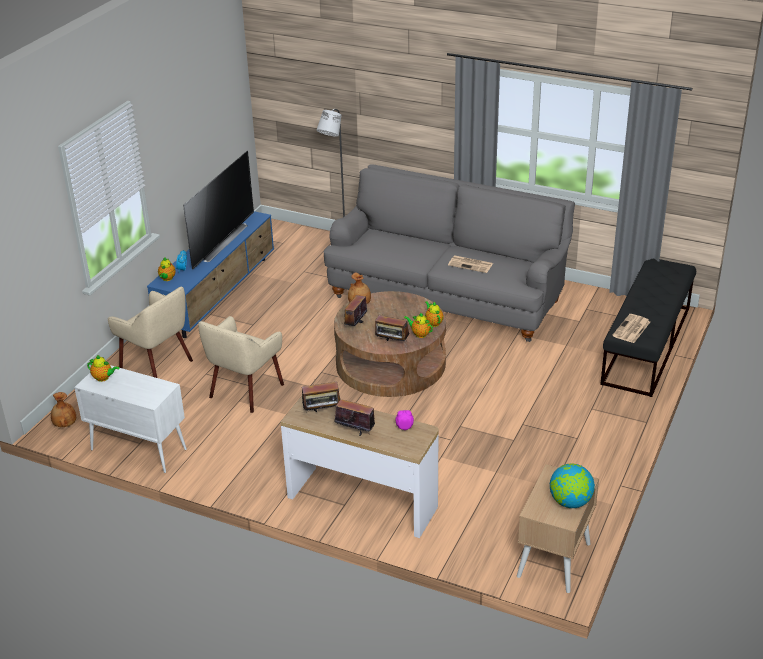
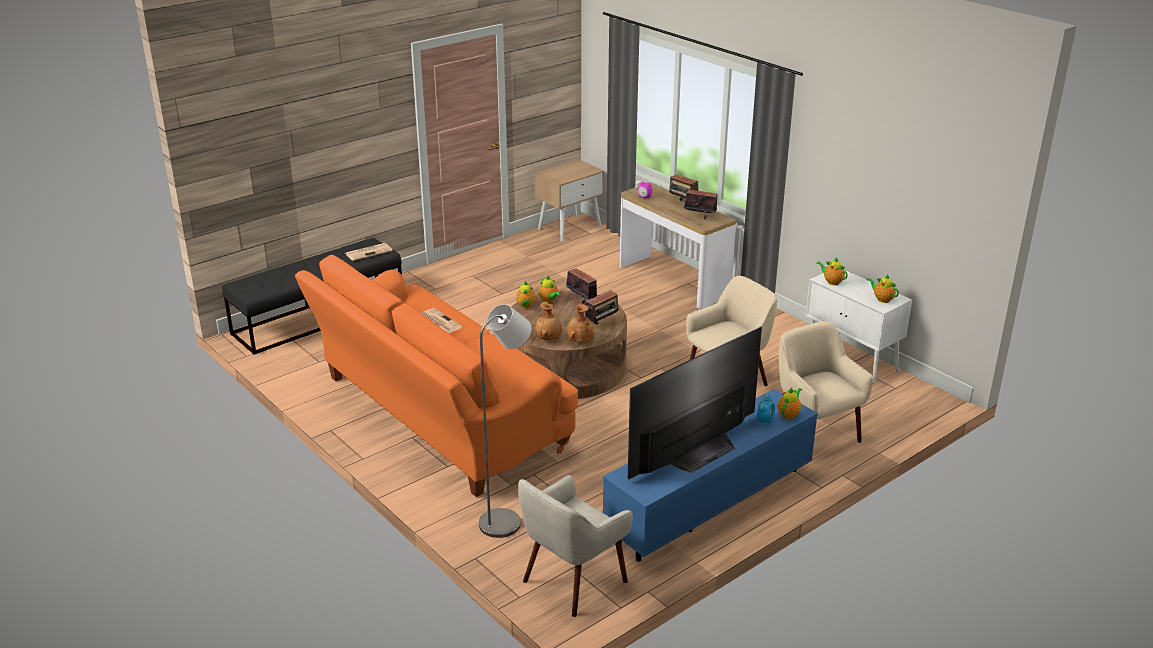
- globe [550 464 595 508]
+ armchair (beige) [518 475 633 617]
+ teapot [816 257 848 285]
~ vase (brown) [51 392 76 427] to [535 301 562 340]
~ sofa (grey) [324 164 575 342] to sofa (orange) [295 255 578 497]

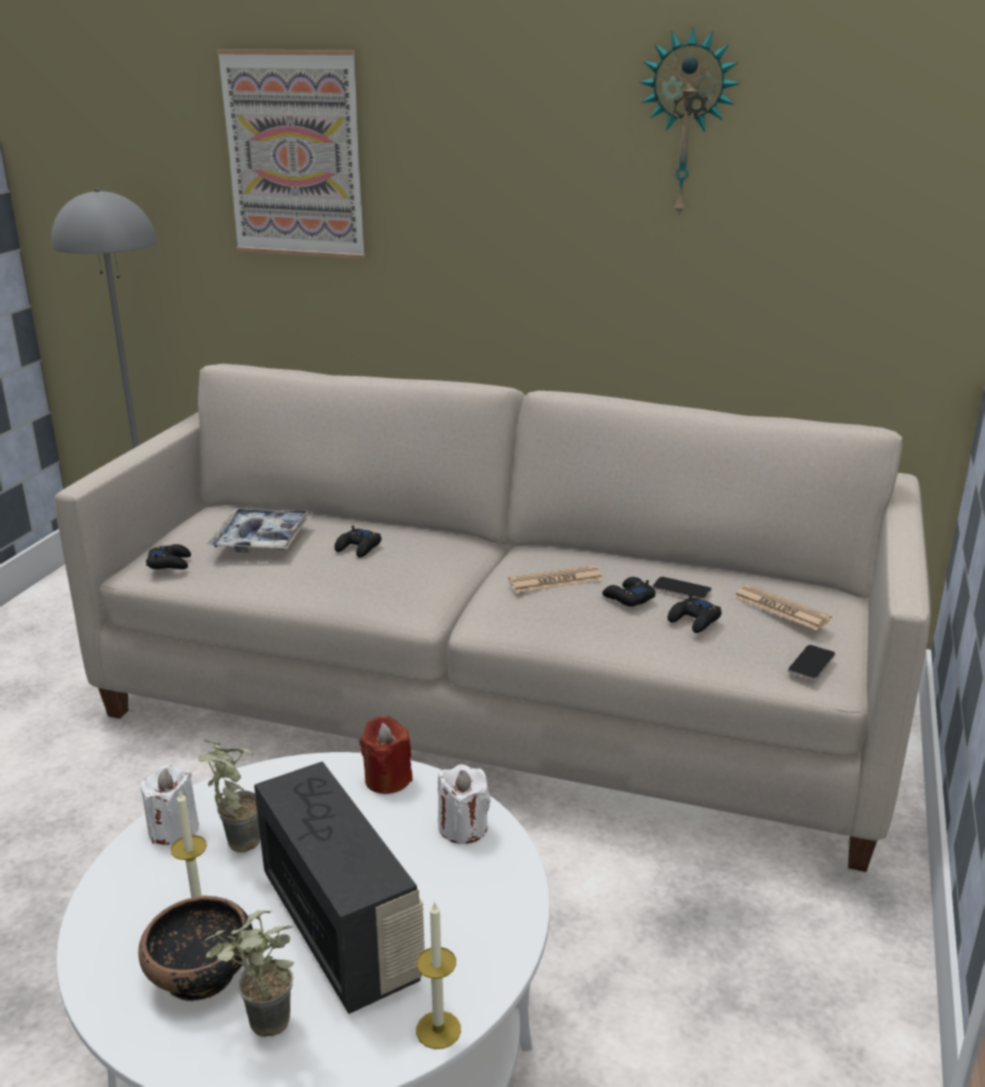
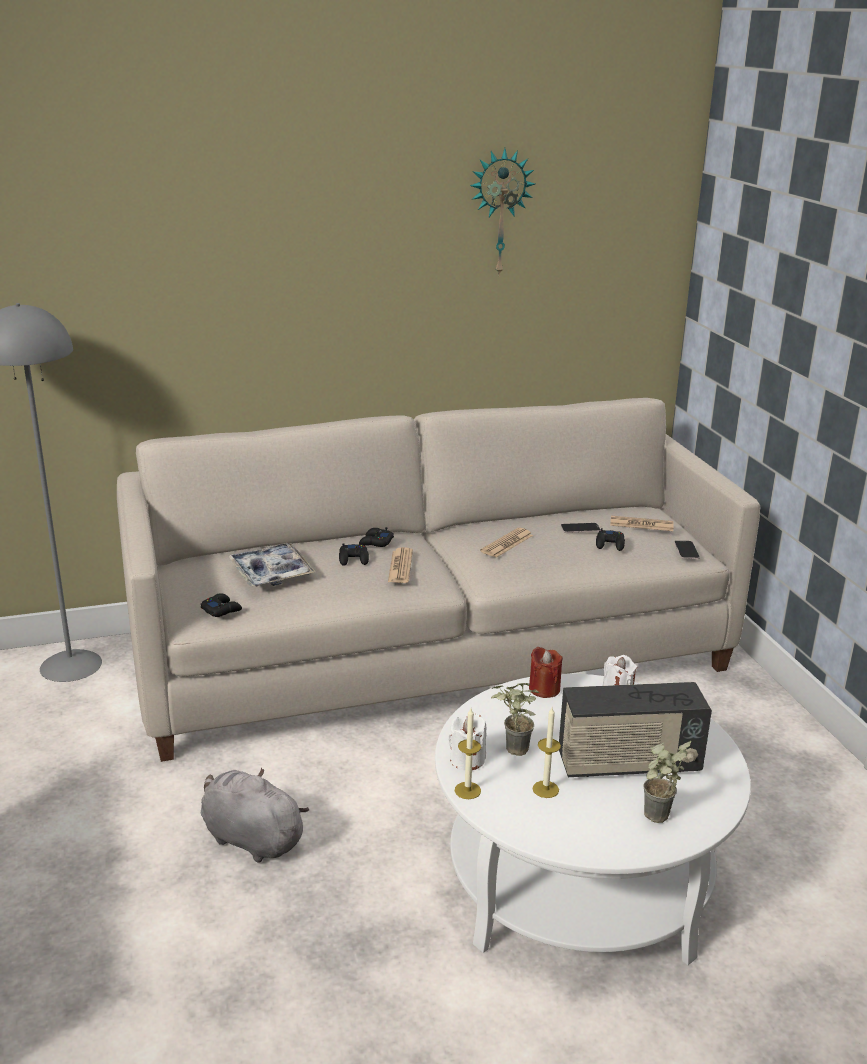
- bowl [138 896 253 1001]
- picture [217 49 365 259]
+ plush toy (grey) [201 768 309 863]
+ newspaper [388 547 413 583]
~ candle [416 901 461 1049] to [455 708 481 799]
~ game controller (black) [602 577 656 607] to [359 527 394 547]
~ radio [254 762 425 1014] = [559 682 712 777] 150 degrees clockwise

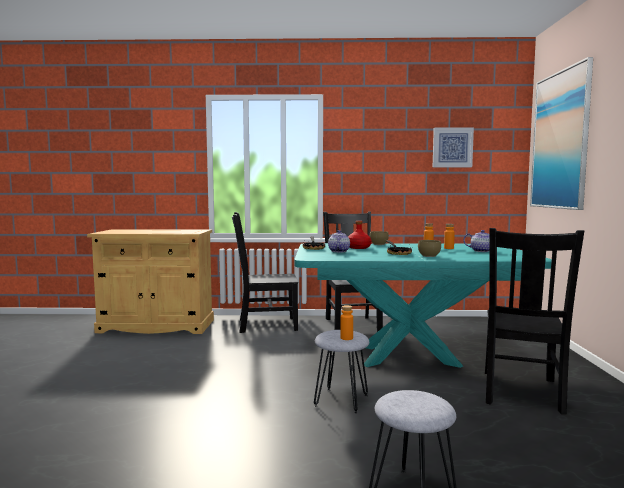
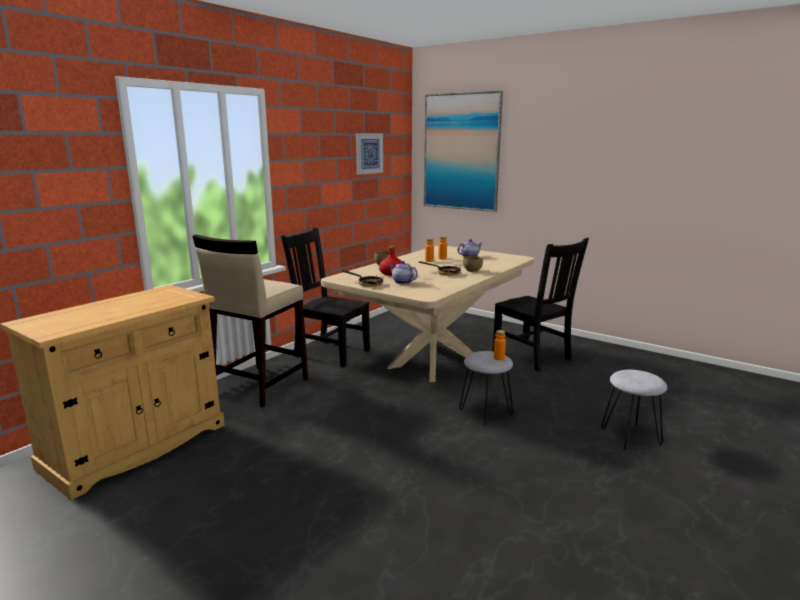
~ chair (black) [232 212 298 333] to stool (beige) [192 234 308 408]
~ dining table (turquoise) [295 243 552 368] to dining table (beige) [321 246 534 382]

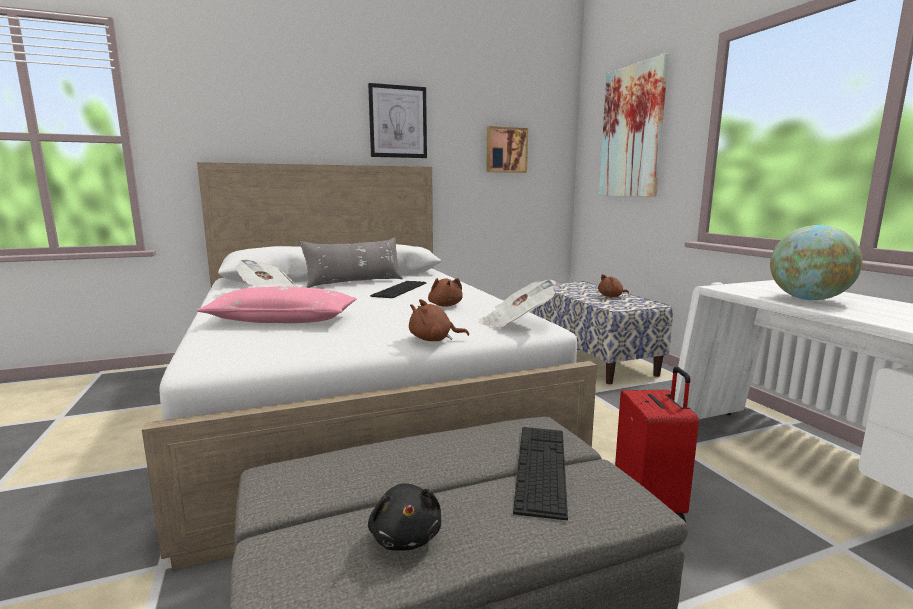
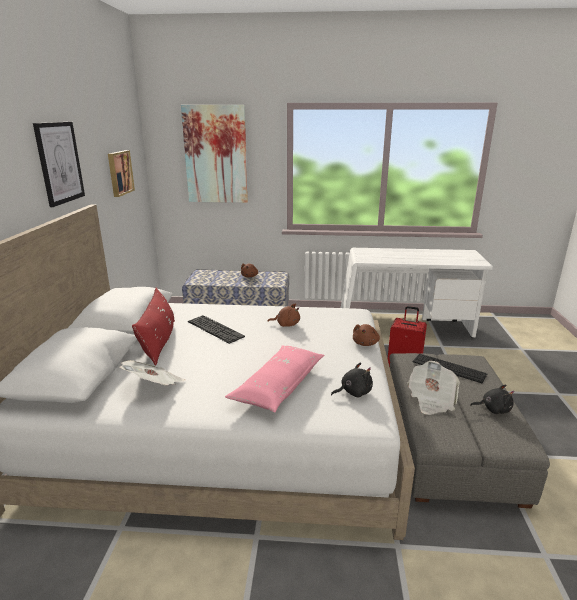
- globe [770 225 863 300]
+ plush toy (black) [331 362 373 397]
~ newspaper [479 280 557 328] to [408 361 460 415]
~ pillow (grey) [300 238 403 288] to pillow (red) [132 288 175 366]

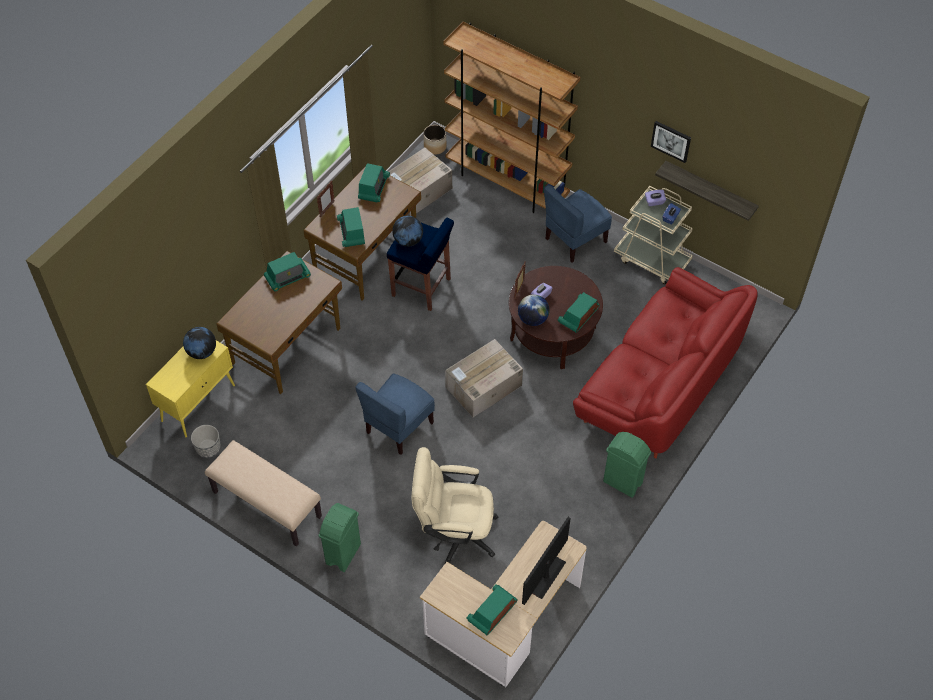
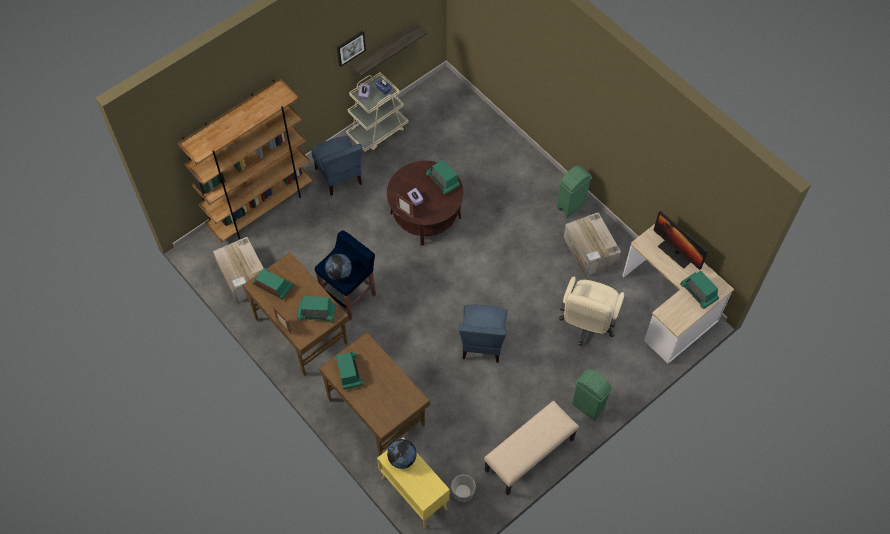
- planter [424 125 447 155]
- globe [518 294 550 326]
- sofa (red) [573 267 758 458]
~ cardboard box [445 339 523 418] to [563 212 621 277]
~ chair (blue) [355 373 435 455] = [459 304 508 363] 45 degrees clockwise

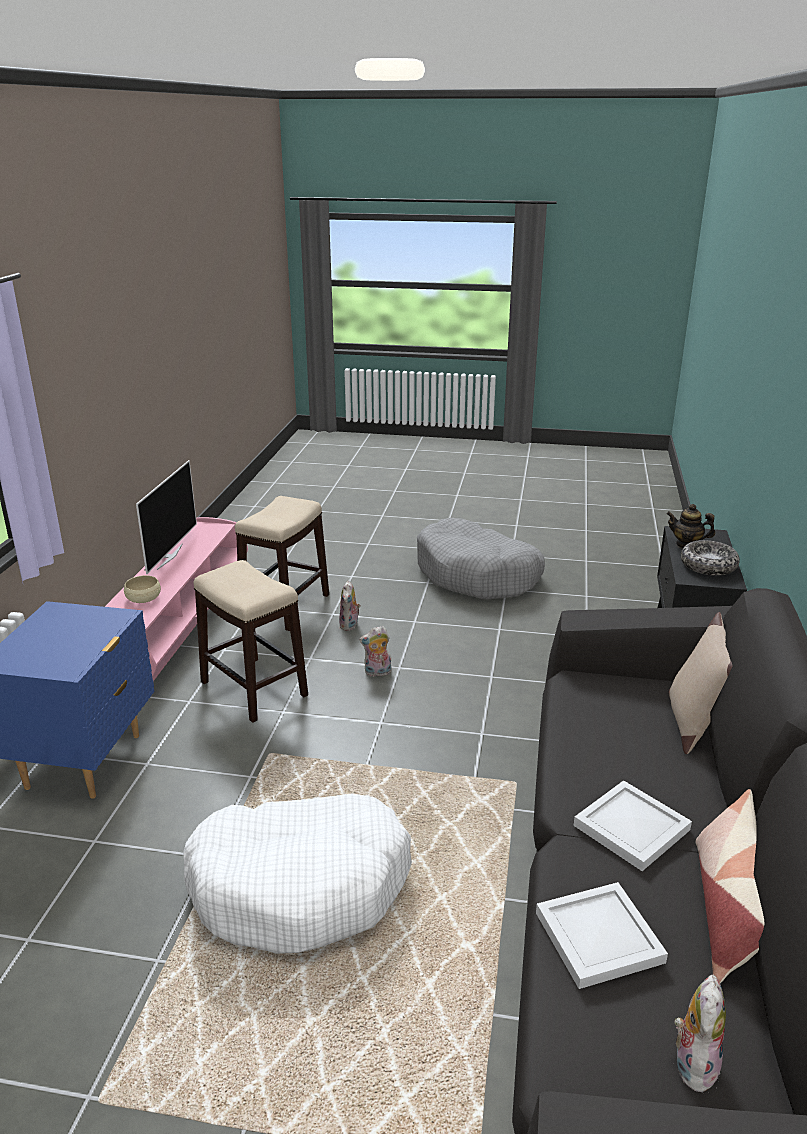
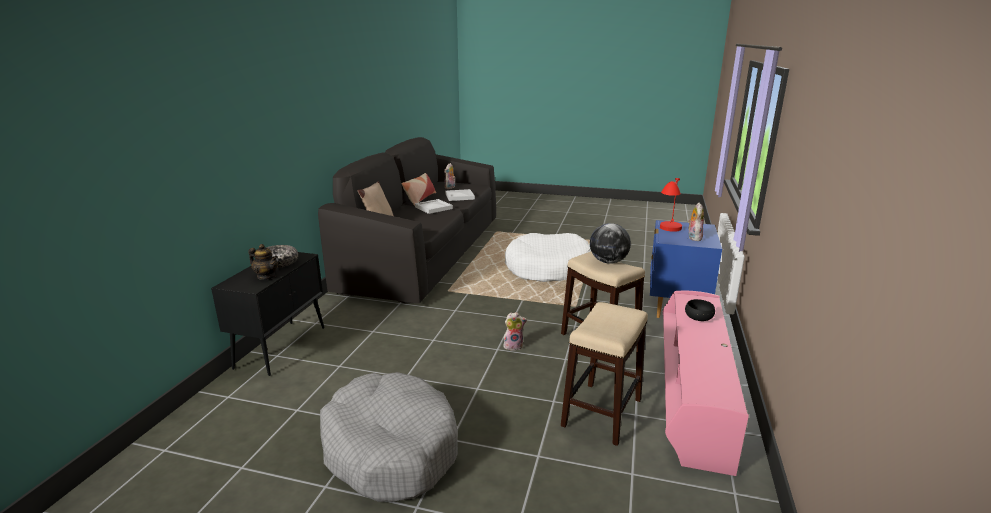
- television [136 460 197 574]
+ globe [590 223 631 264]
+ table lamp (red) [660 178 682 232]
~ plush toy [339 580 361 631] to [687 203 704 241]
~ bowl (beige) [124 575 161 603] to bowl (black) [685 299 715 321]

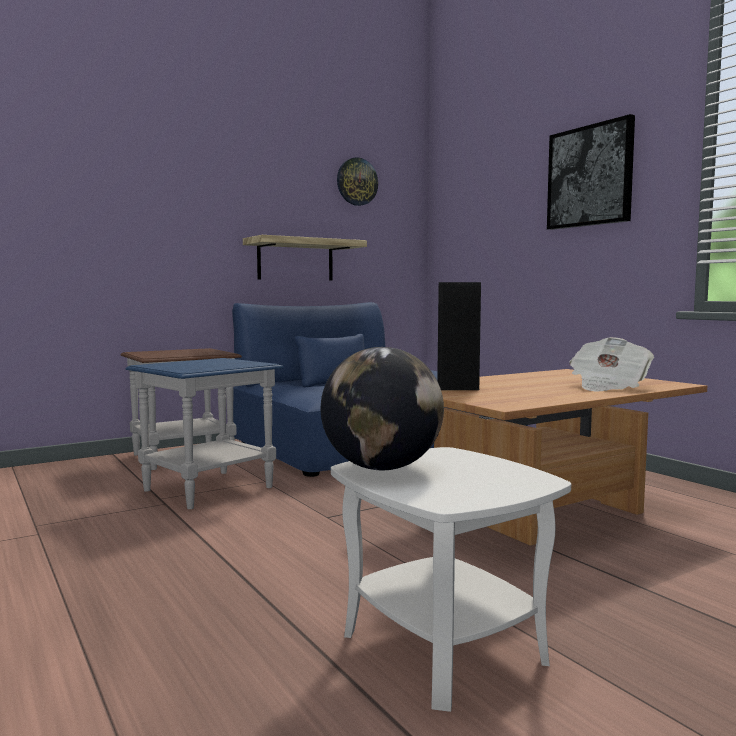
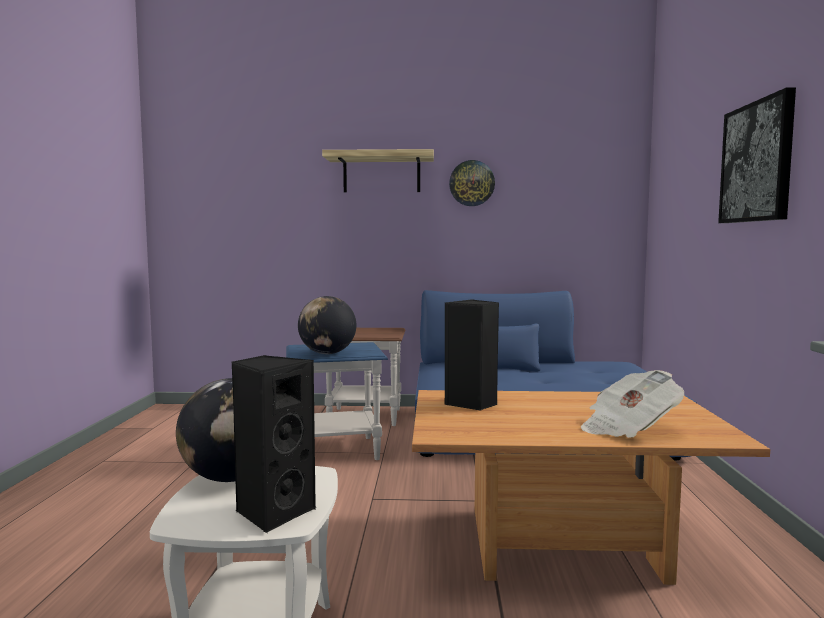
+ speaker (black) [231 355 316 533]
+ globe [298 296 356 354]
~ shelf [243 235 367 280] to [322 149 434 192]
~ wall clock [337 157 378 206] to [449 160 495 206]

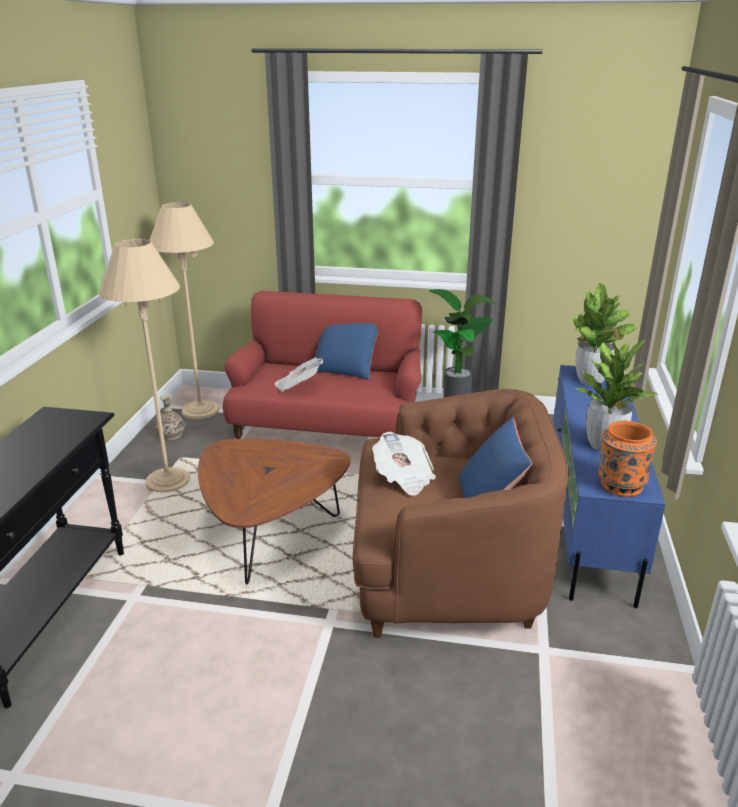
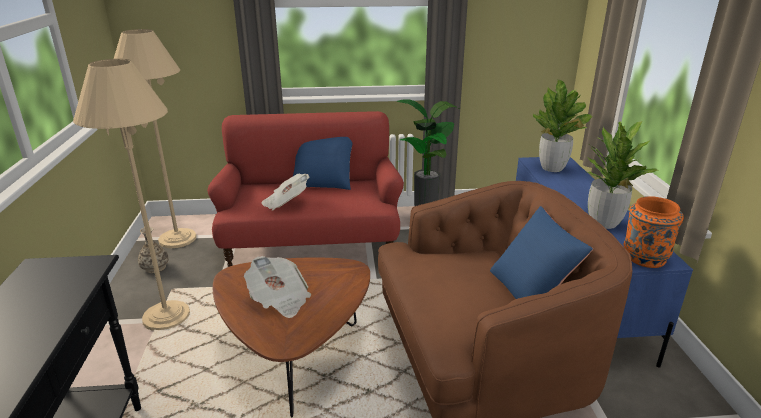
~ newspaper [372 432 436 496] to [244 256 311 318]

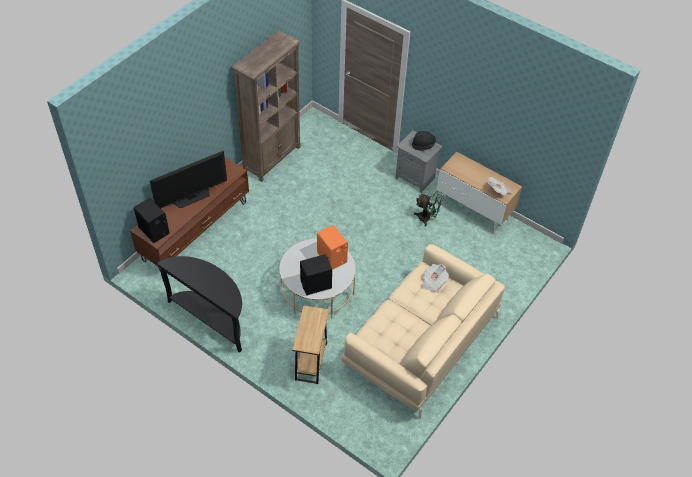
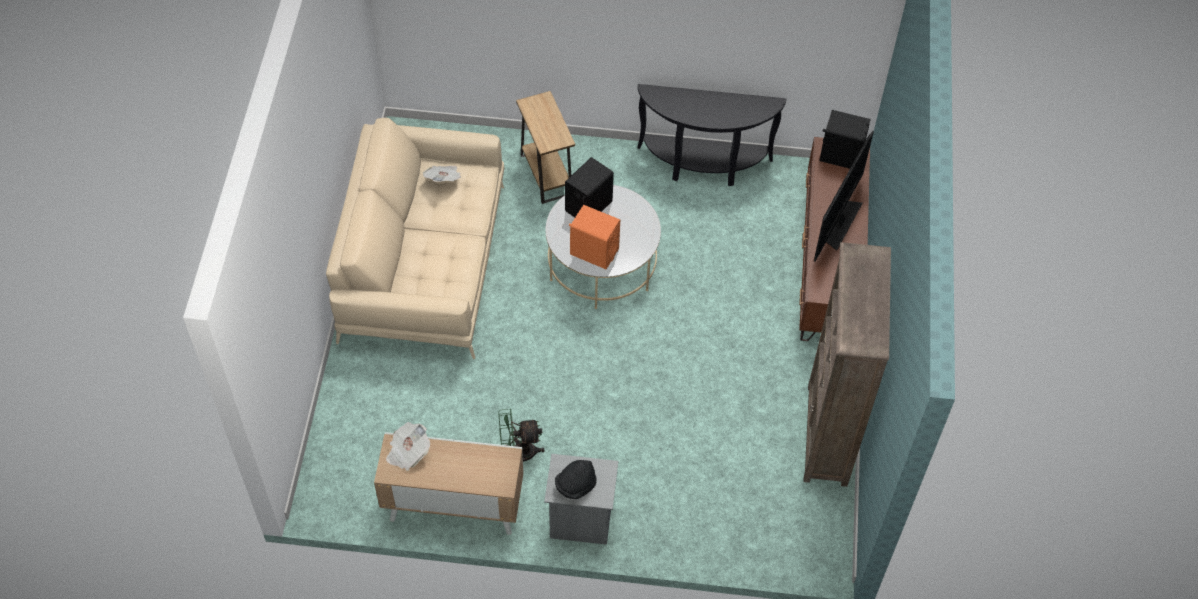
~ newspaper [421 264 449 292] to [423 166 461 182]

